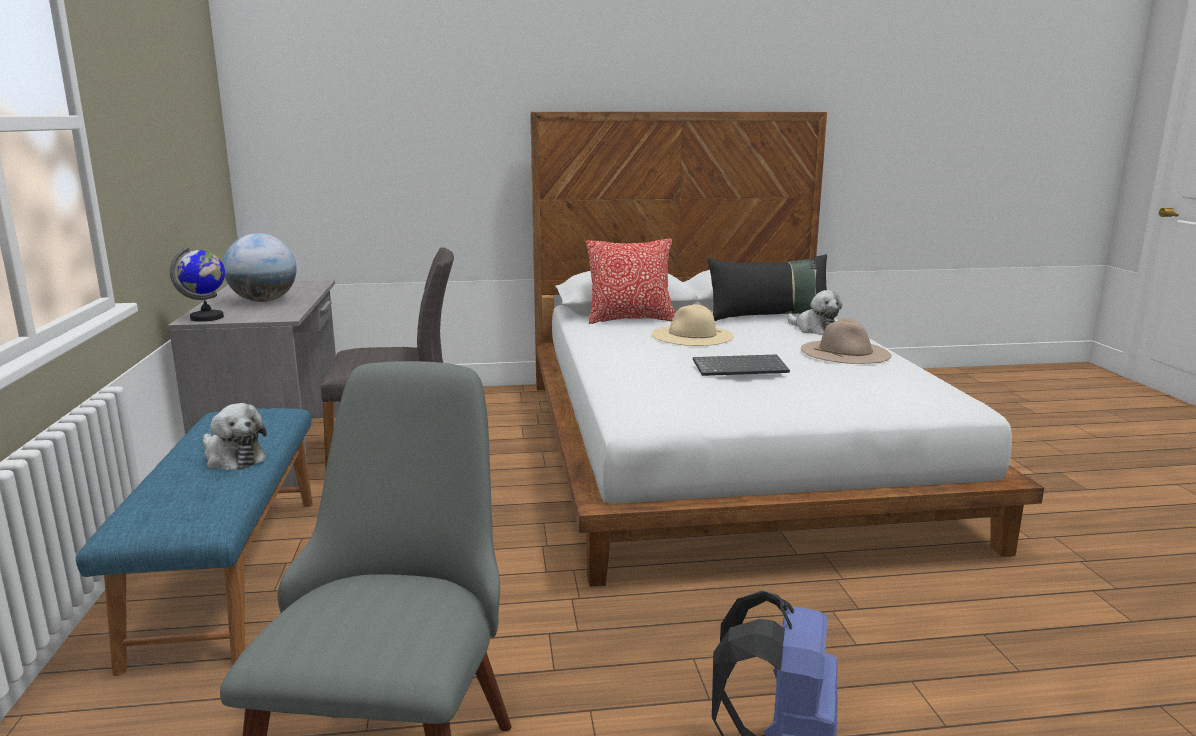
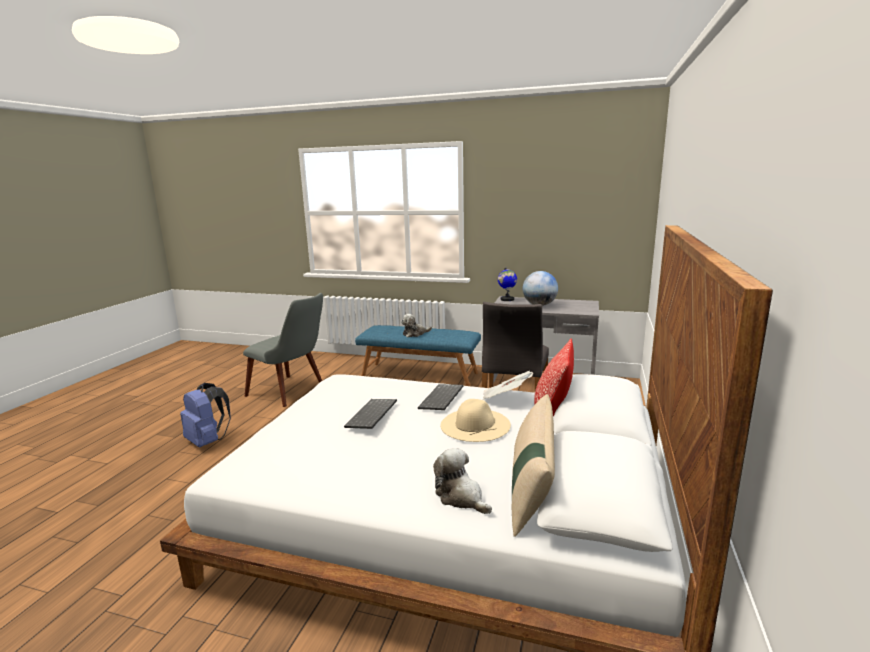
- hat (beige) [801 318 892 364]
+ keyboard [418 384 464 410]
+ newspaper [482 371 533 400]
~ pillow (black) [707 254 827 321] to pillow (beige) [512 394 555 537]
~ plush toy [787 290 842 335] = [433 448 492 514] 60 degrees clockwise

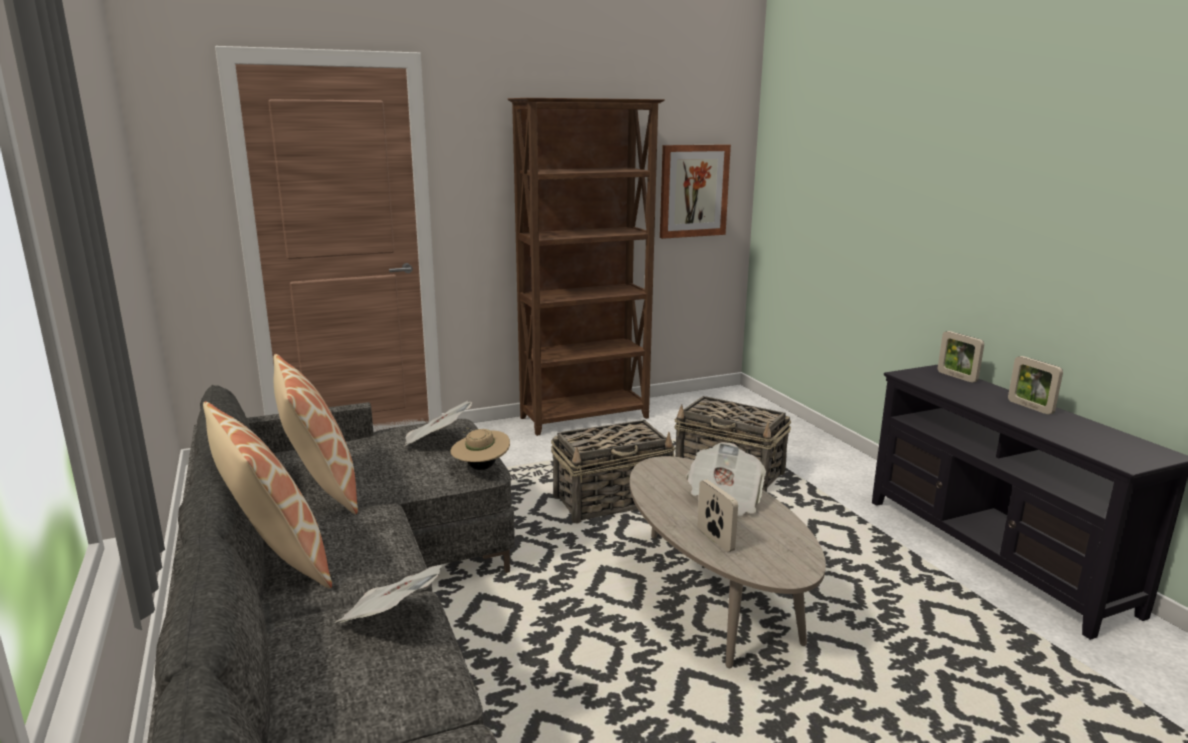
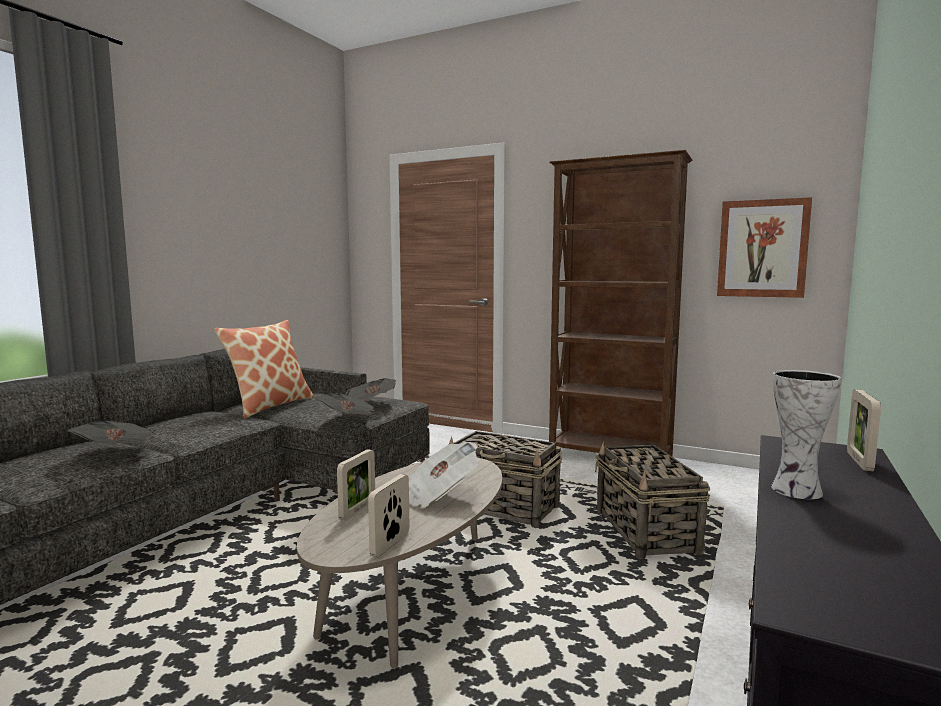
- pillow [203 401 332 589]
+ vase [771 370 841 499]
~ picture frame [1008 356 1063 415] to [368 474 409 557]
~ hat (beige) [451 427 510 470] to newspaper [314 393 375 414]

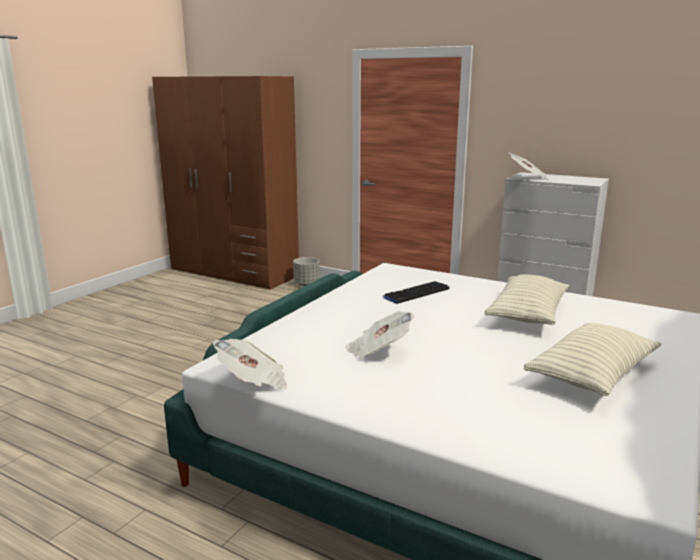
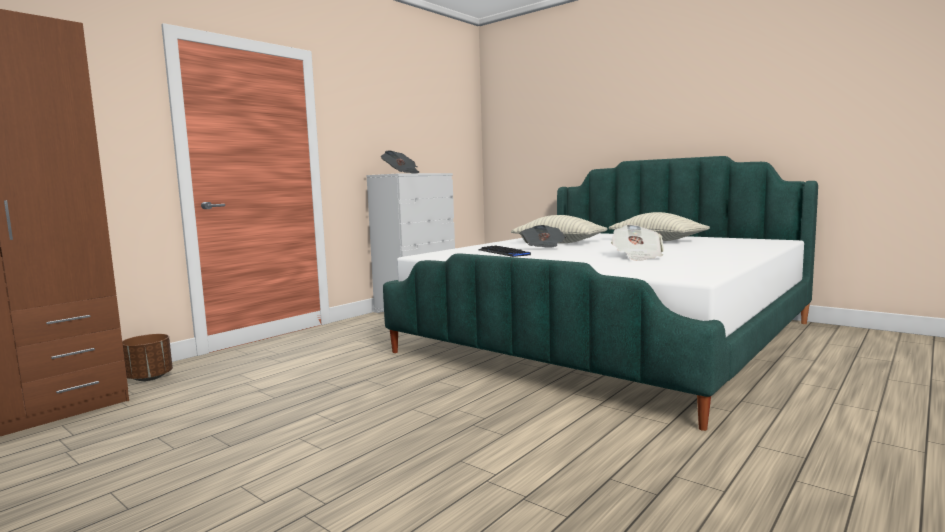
~ newspaper [213 339 287 389] to [519 225 566 248]
~ planter (grey) [293 257 320 286] to planter (brown) [122 334 173 381]

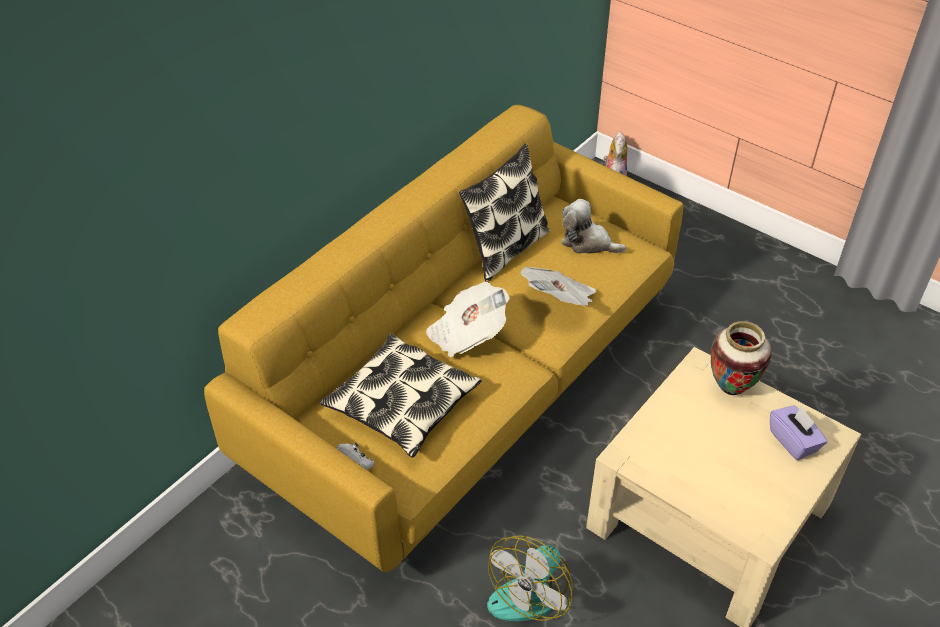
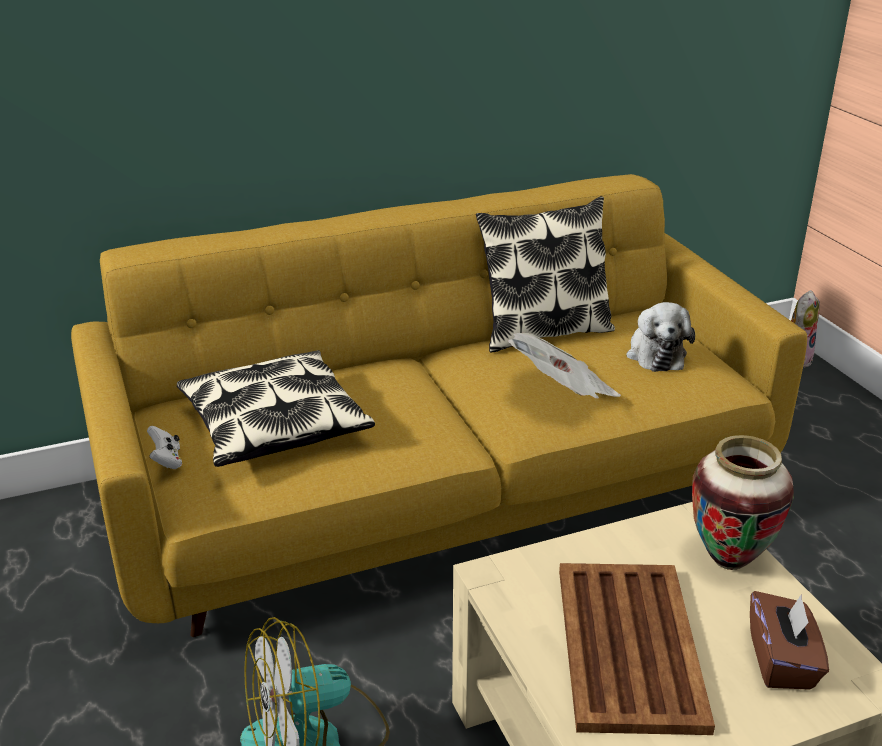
- newspaper [426 282 510 357]
+ tray (brown) [559 563 715 735]
~ tissue box (purple) [770 405 827 460] to tissue box (brown) [750 591 829 690]
~ plush toy [561 199 626 254] = [626 302 695 372] 150 degrees counterclockwise

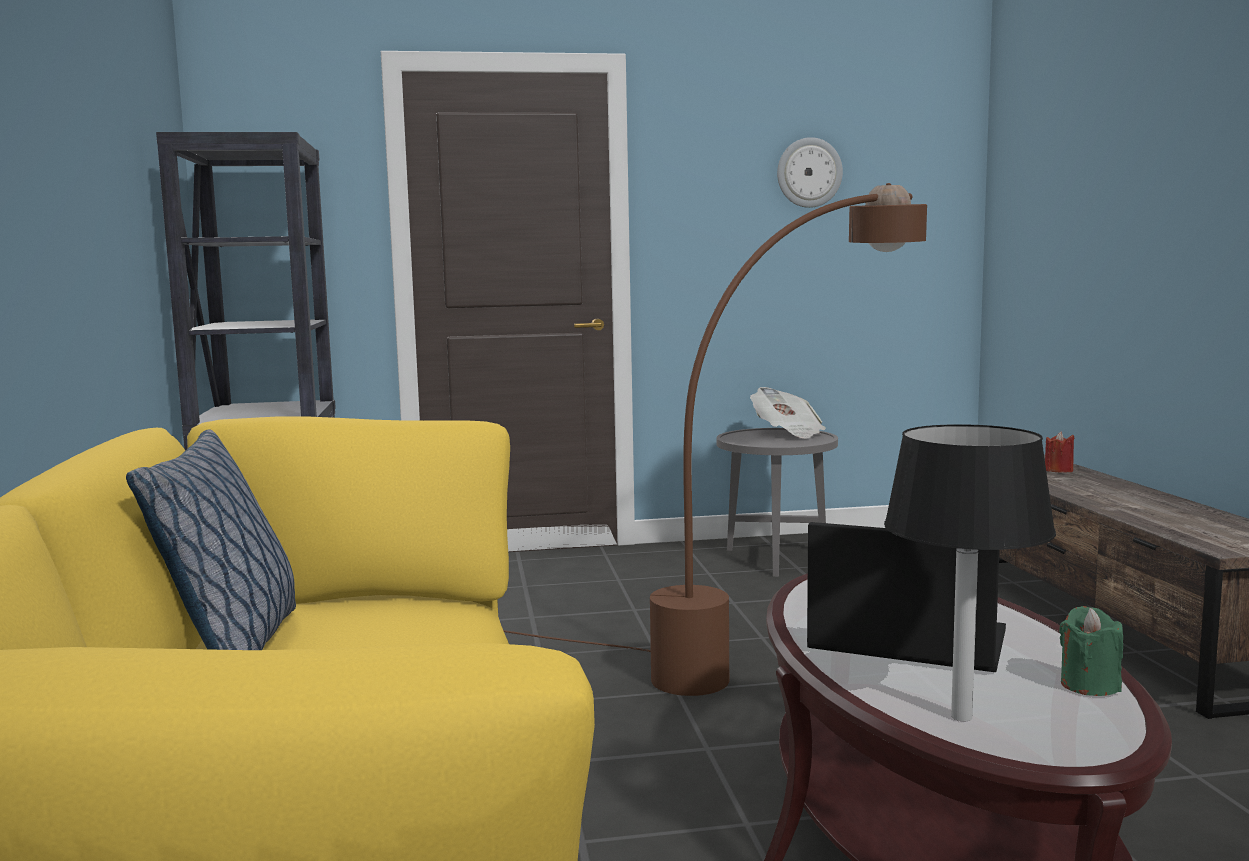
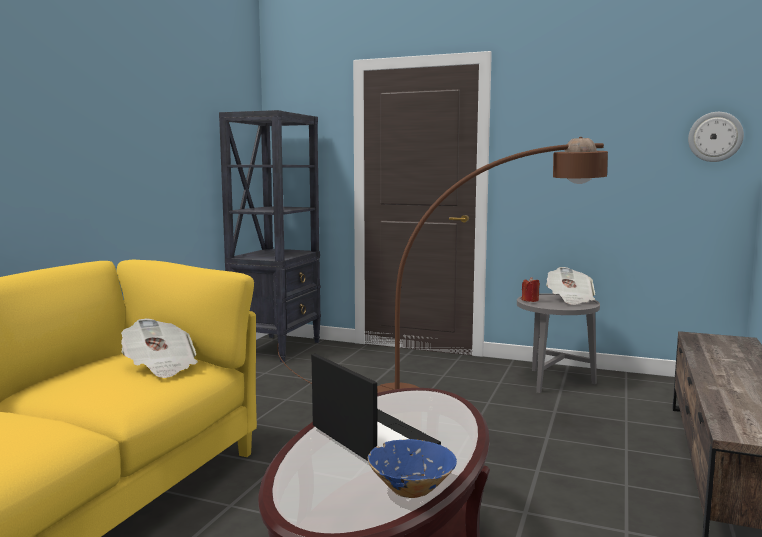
- pillow [126 429 296 650]
- table lamp (black) [884 424 1056 721]
+ newspaper [121 319 198 378]
~ wall clock [777 137 843 208] to [688 112 744 162]
~ candle (red) [1045 431 1075 473] to [521 277 540 302]
~ candle (green) [1059 606 1123 696] to bowl (blue) [368 439 457 498]

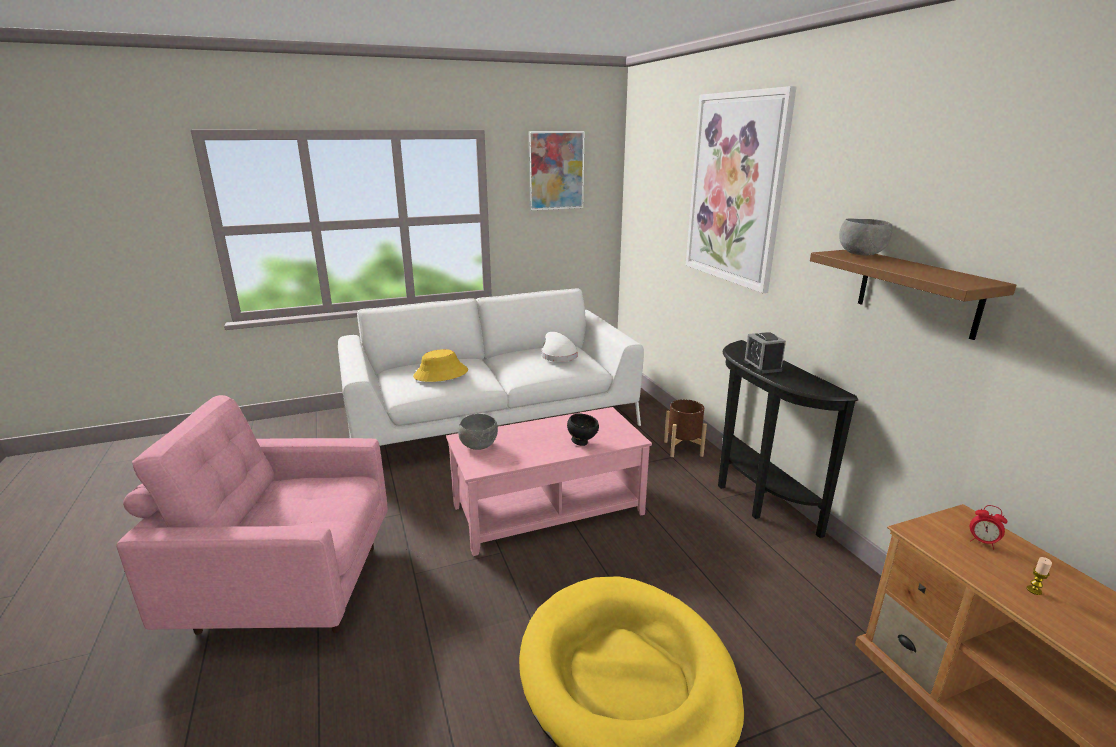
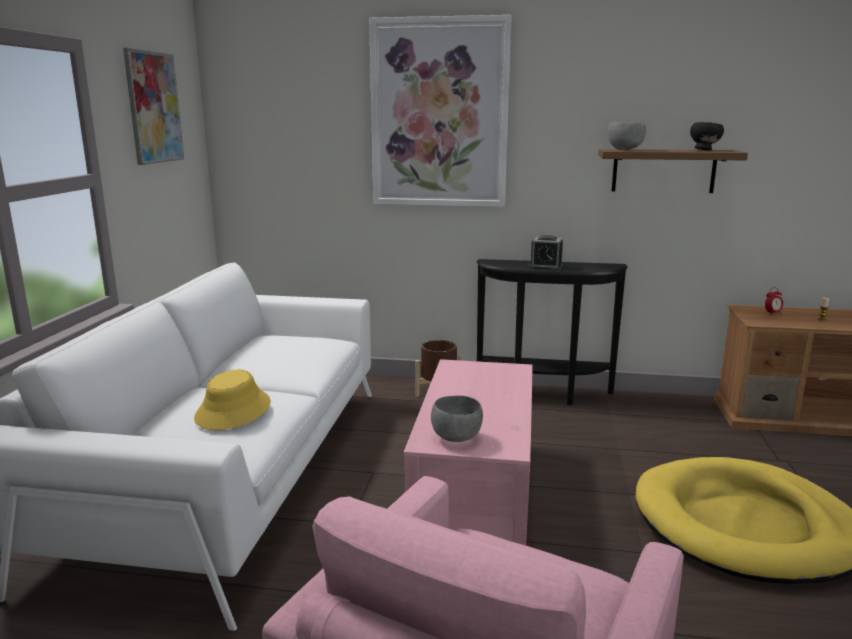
- hat (white) [542 332 578 362]
~ bowl (black) [567 413 599 446] to [690 122 724 151]

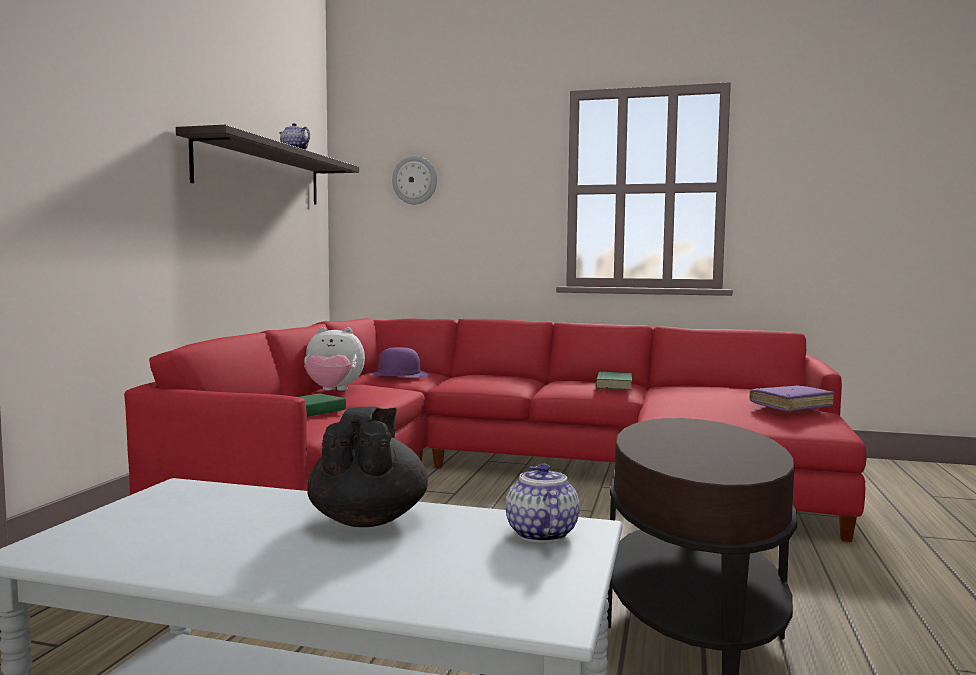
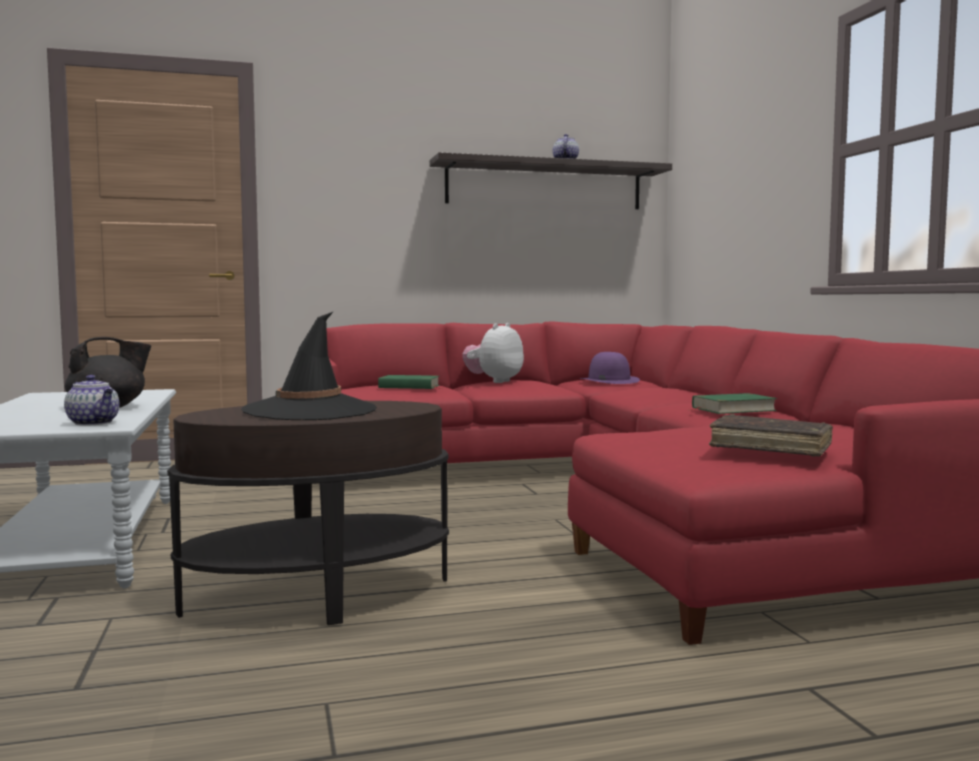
- wall clock [392 156 437 204]
+ hat (black) [241 311 377 420]
~ book (purple) [750 385 834 412] to book (brown) [709 414 833 457]
~ plush toy [304 327 365 391] = [462 323 524 383] 60 degrees clockwise
~ teapot [506 463 580 543] = [64 375 119 426] 75 degrees clockwise

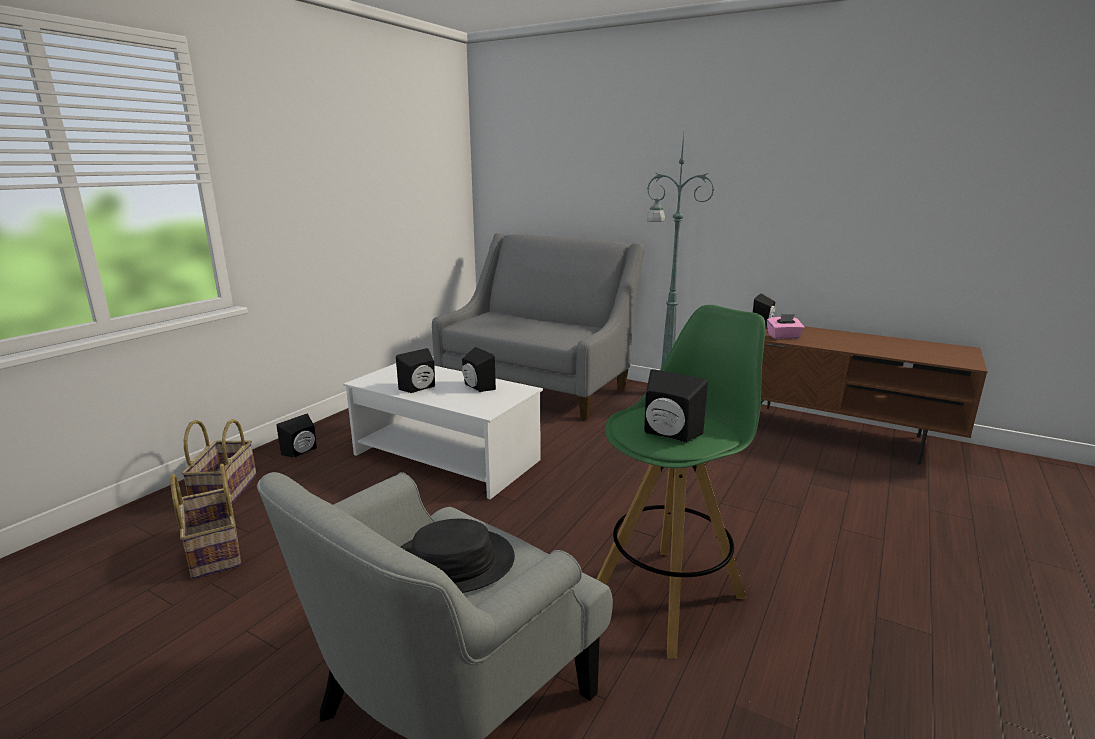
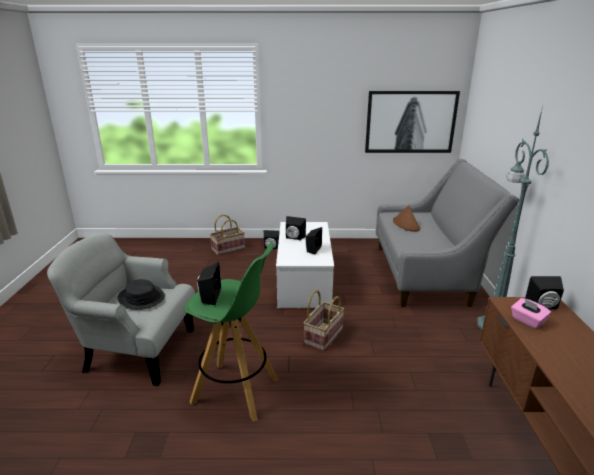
+ picture [365 91 460 153]
+ hat (brown) [393 206 420 232]
~ basket [170 464 241 579] to [303 290 344 351]

